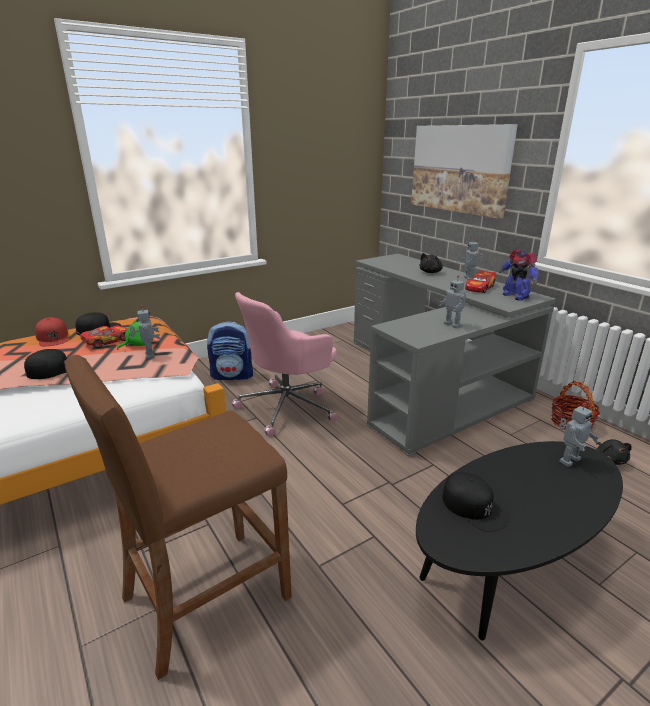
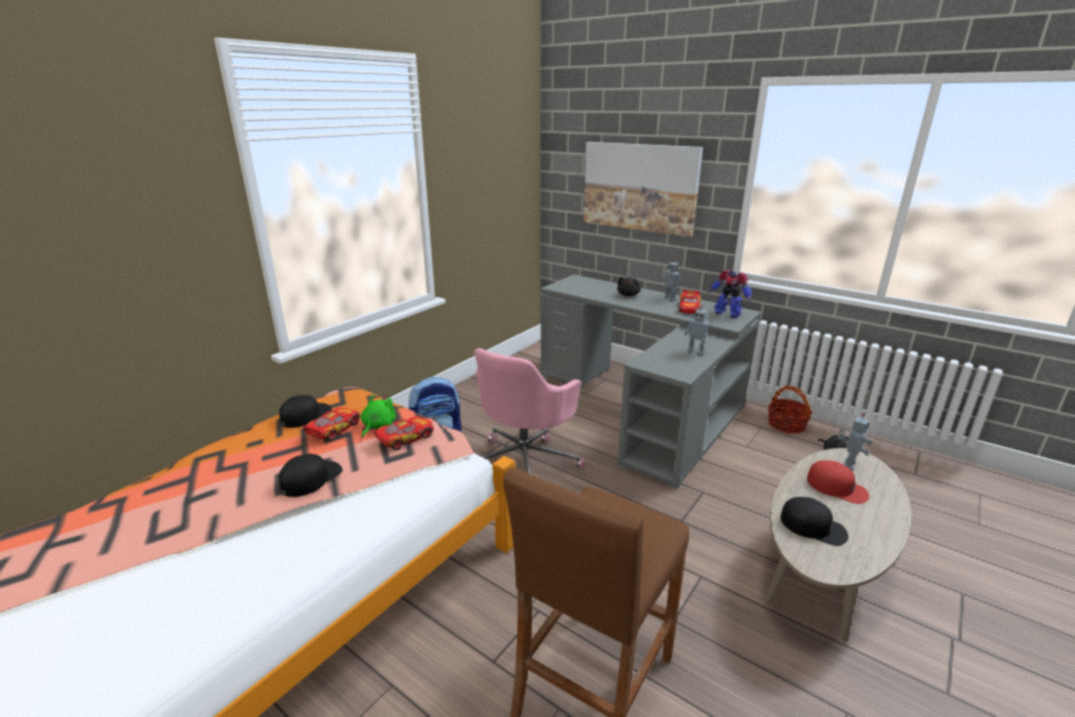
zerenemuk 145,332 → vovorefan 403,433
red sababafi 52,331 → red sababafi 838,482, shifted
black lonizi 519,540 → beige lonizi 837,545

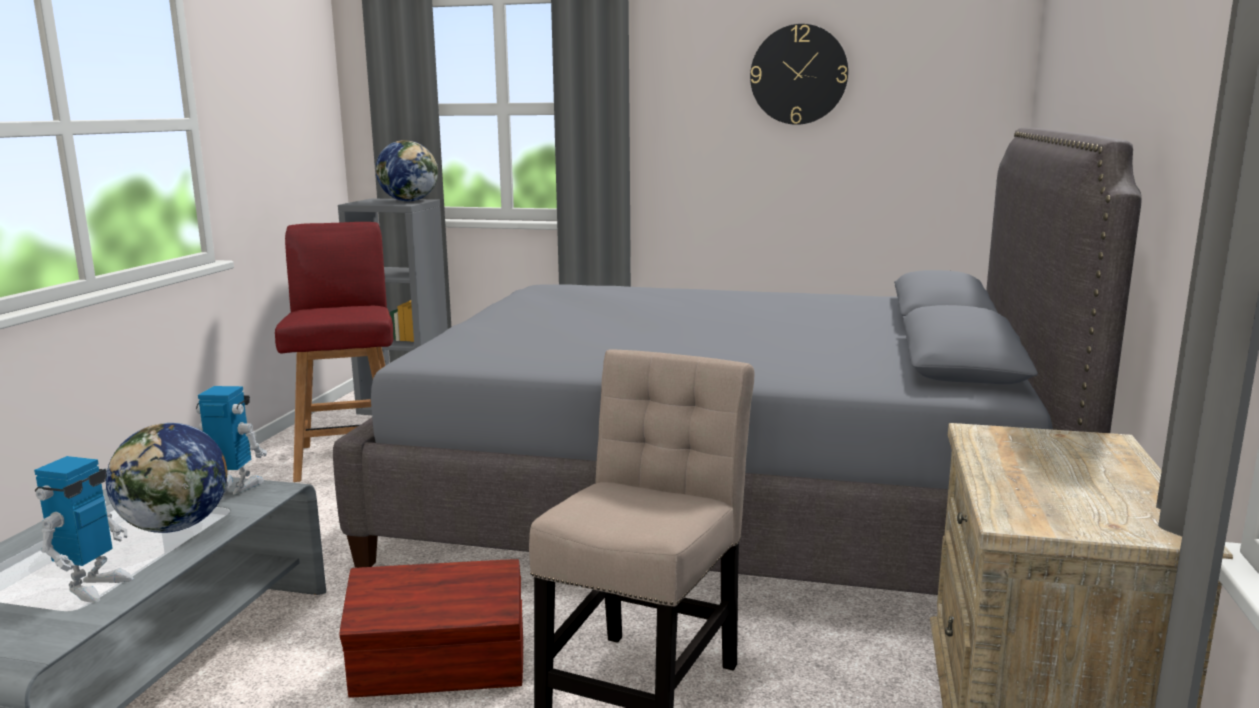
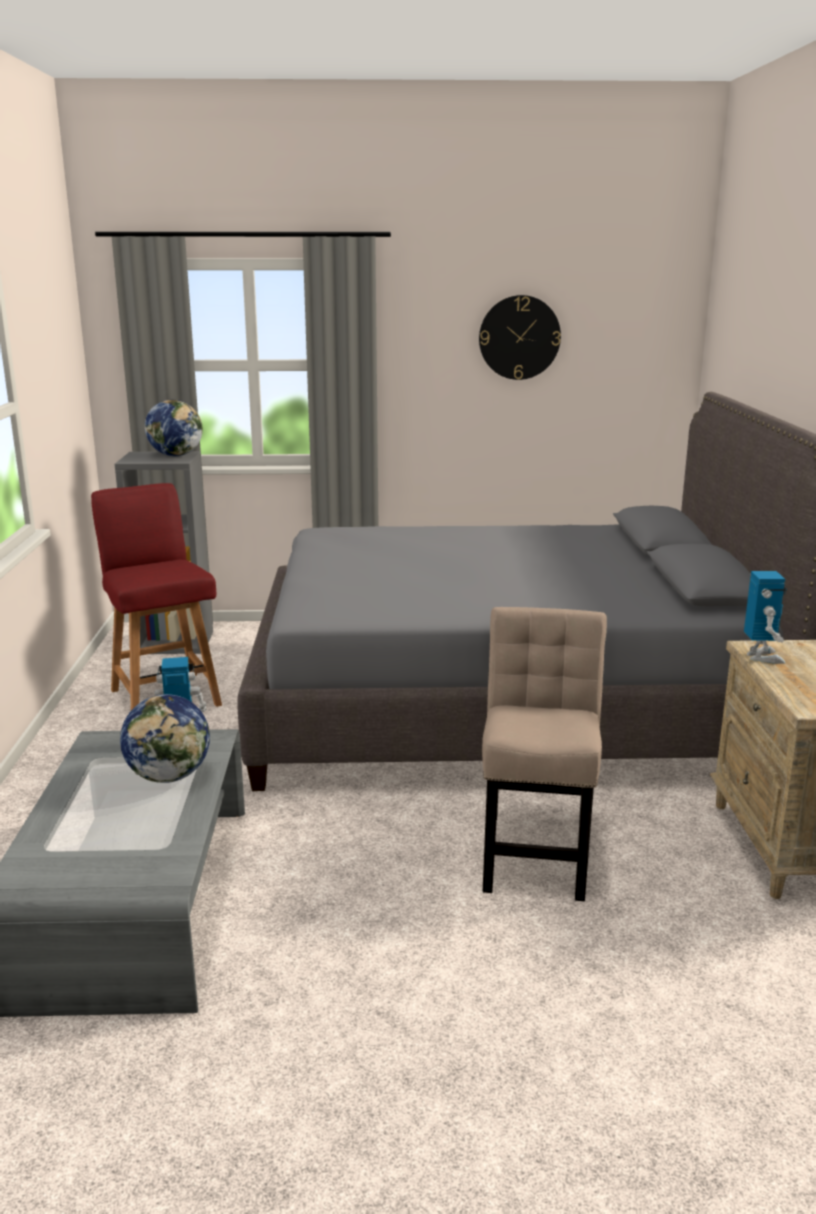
zerenemuk 84,529 → zerenemuk 765,617, shifted
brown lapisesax 431,628 → -

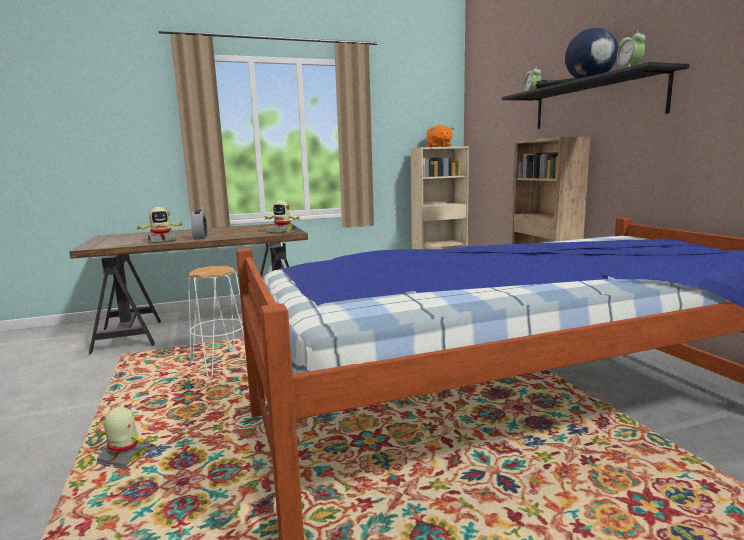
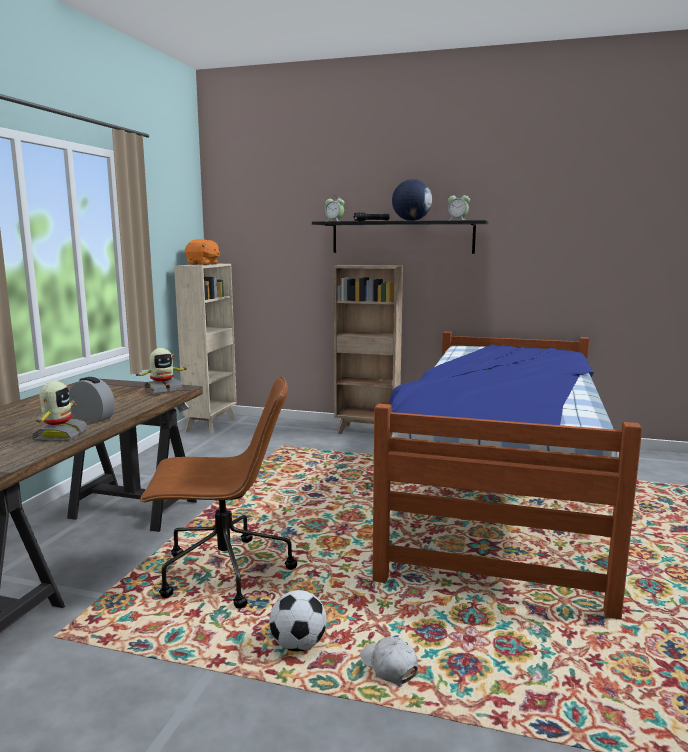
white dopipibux 216,321 → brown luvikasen 218,492
zerenemuk 124,438 → white sababafi 389,660
- → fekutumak 298,620

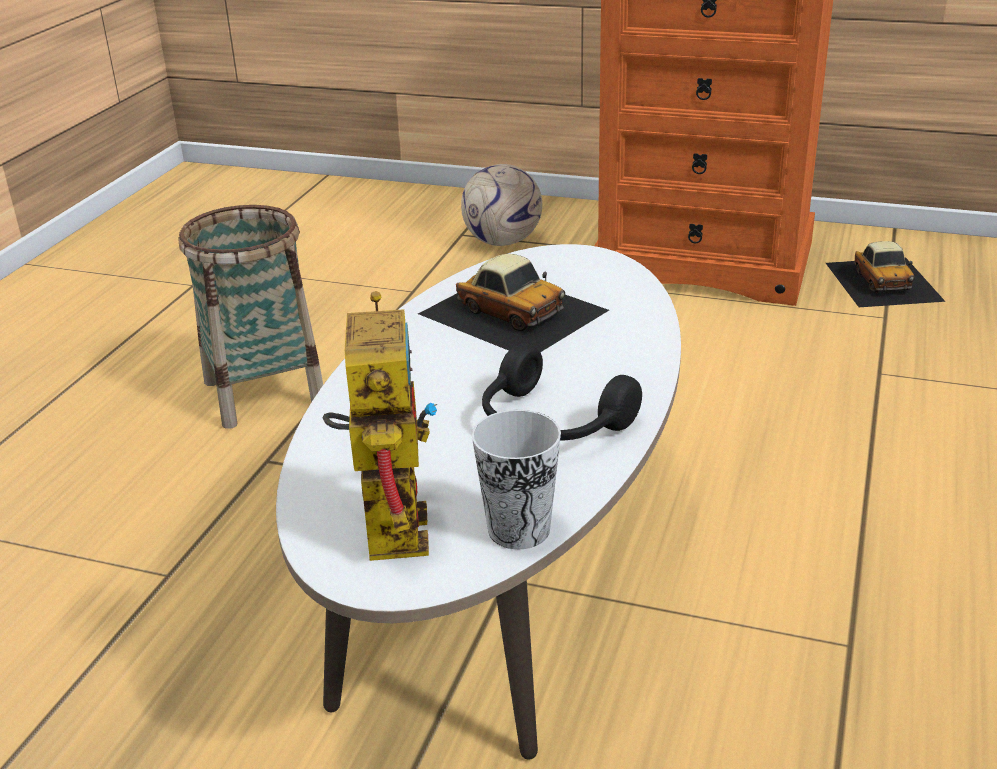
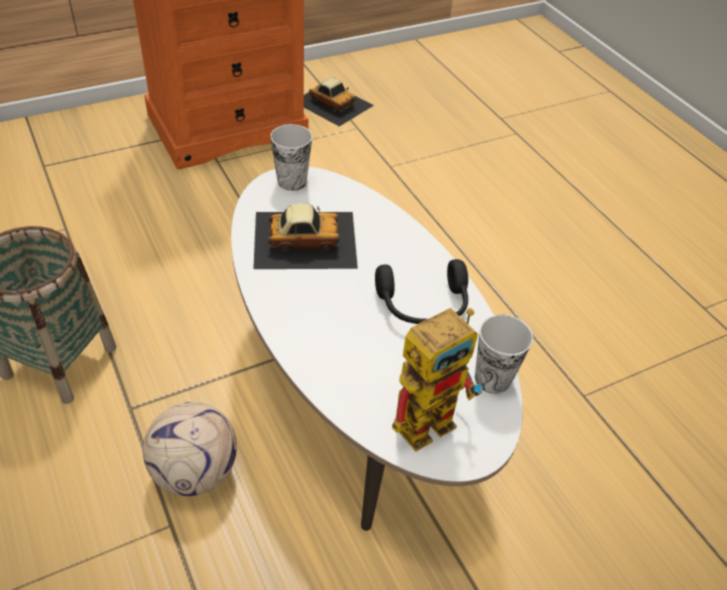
fekutumak 501,205 → fekutumak 190,449, shifted
zerenemuk 380,426 → zerenemuk 437,379, 105 degrees clockwise
- → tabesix 291,157

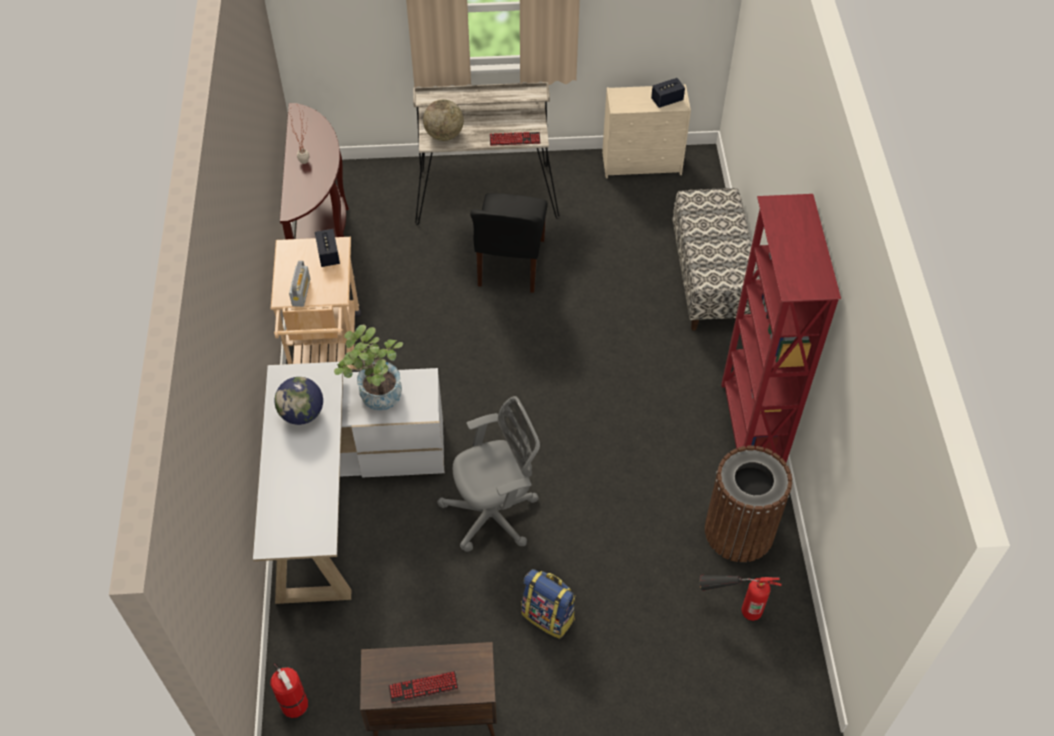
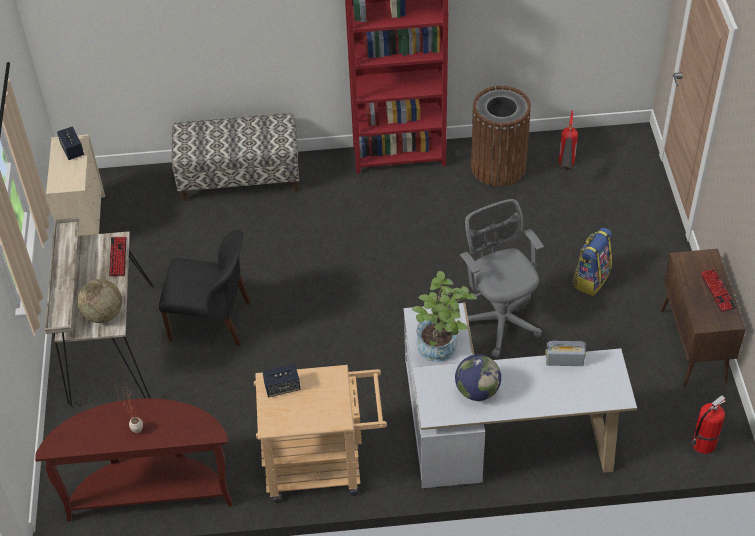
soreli 299,284 → soreli 566,353, shifted

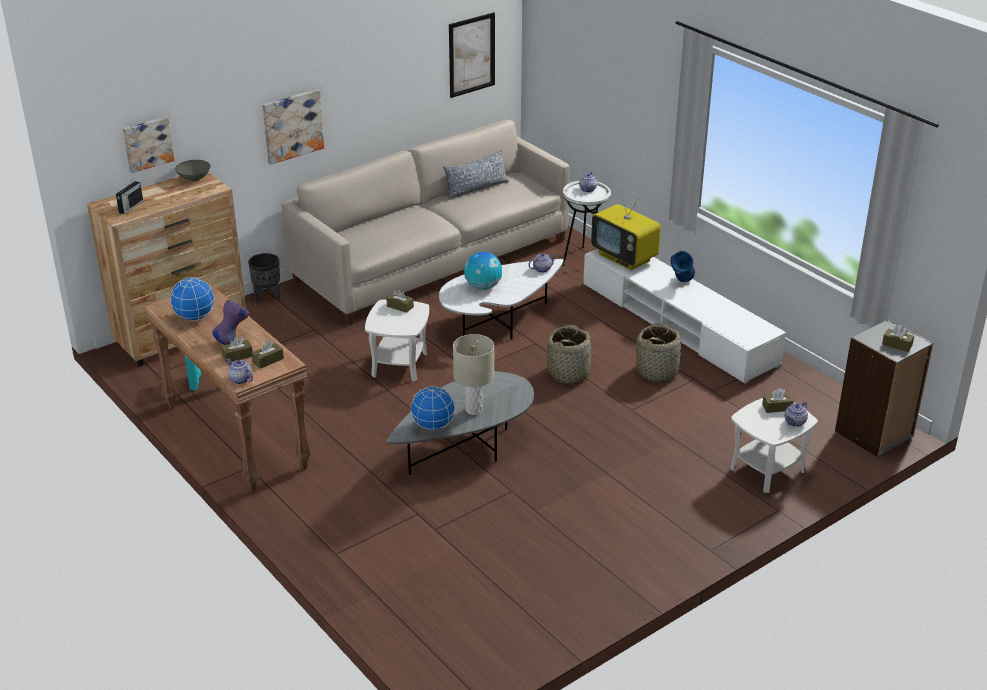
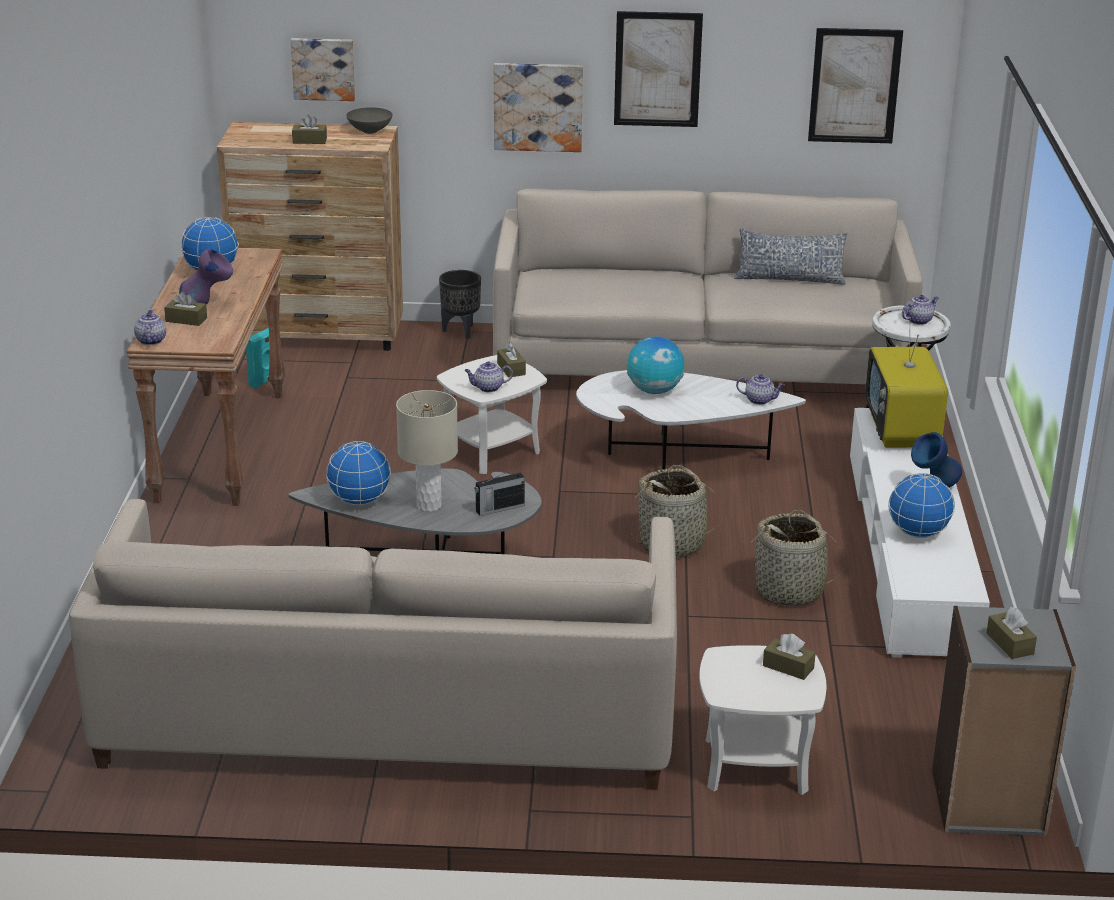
soreli 129,197 → soreli 500,492, shifted
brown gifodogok 267,355 → brown gifodogok 309,129, shifted
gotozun 796,414 → gotozun 488,377, shifted
- → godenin 658,69
- → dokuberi 921,505
- → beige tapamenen 373,644

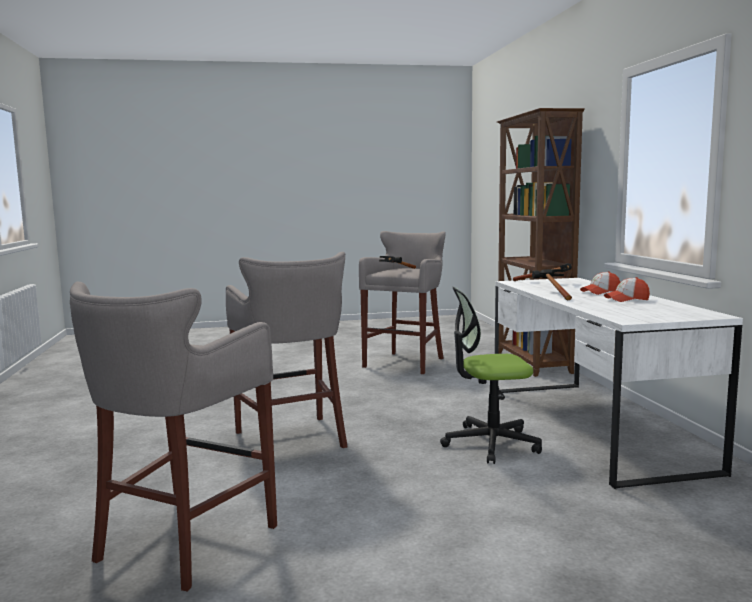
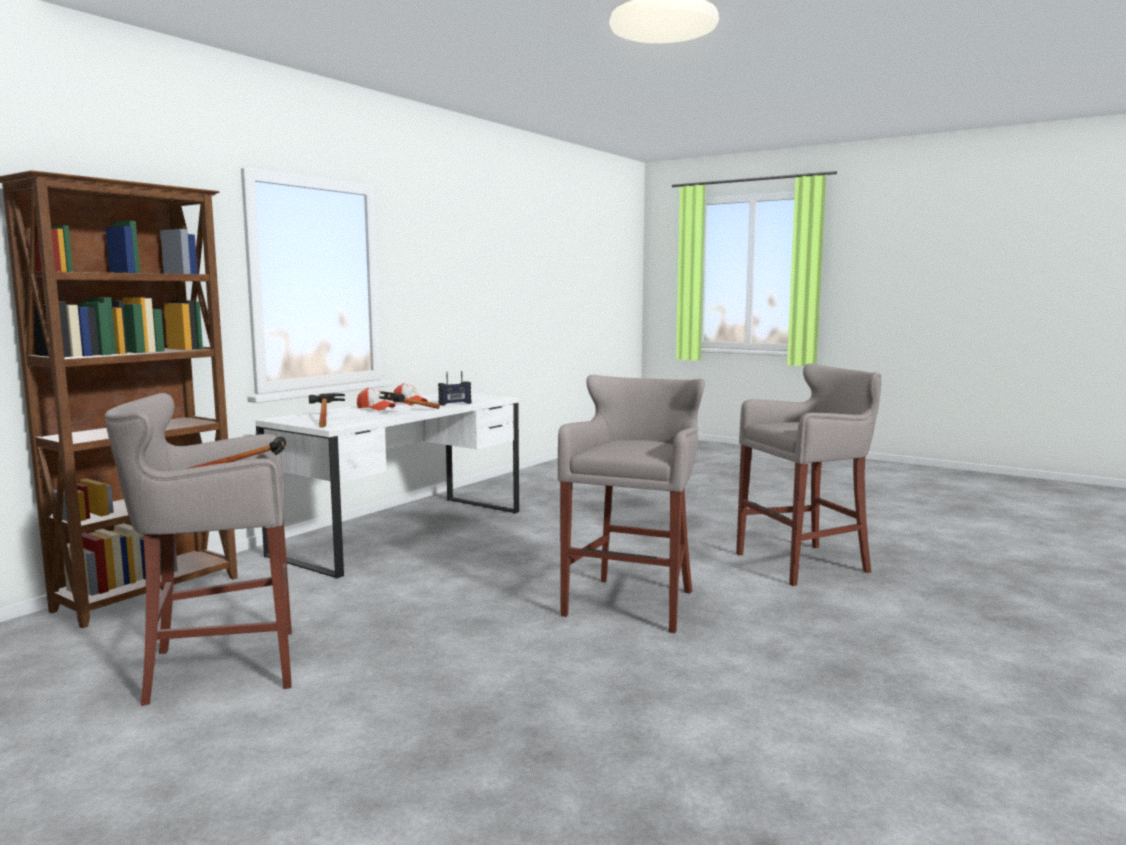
luvikasen 491,375 → -
- → soreli 454,388

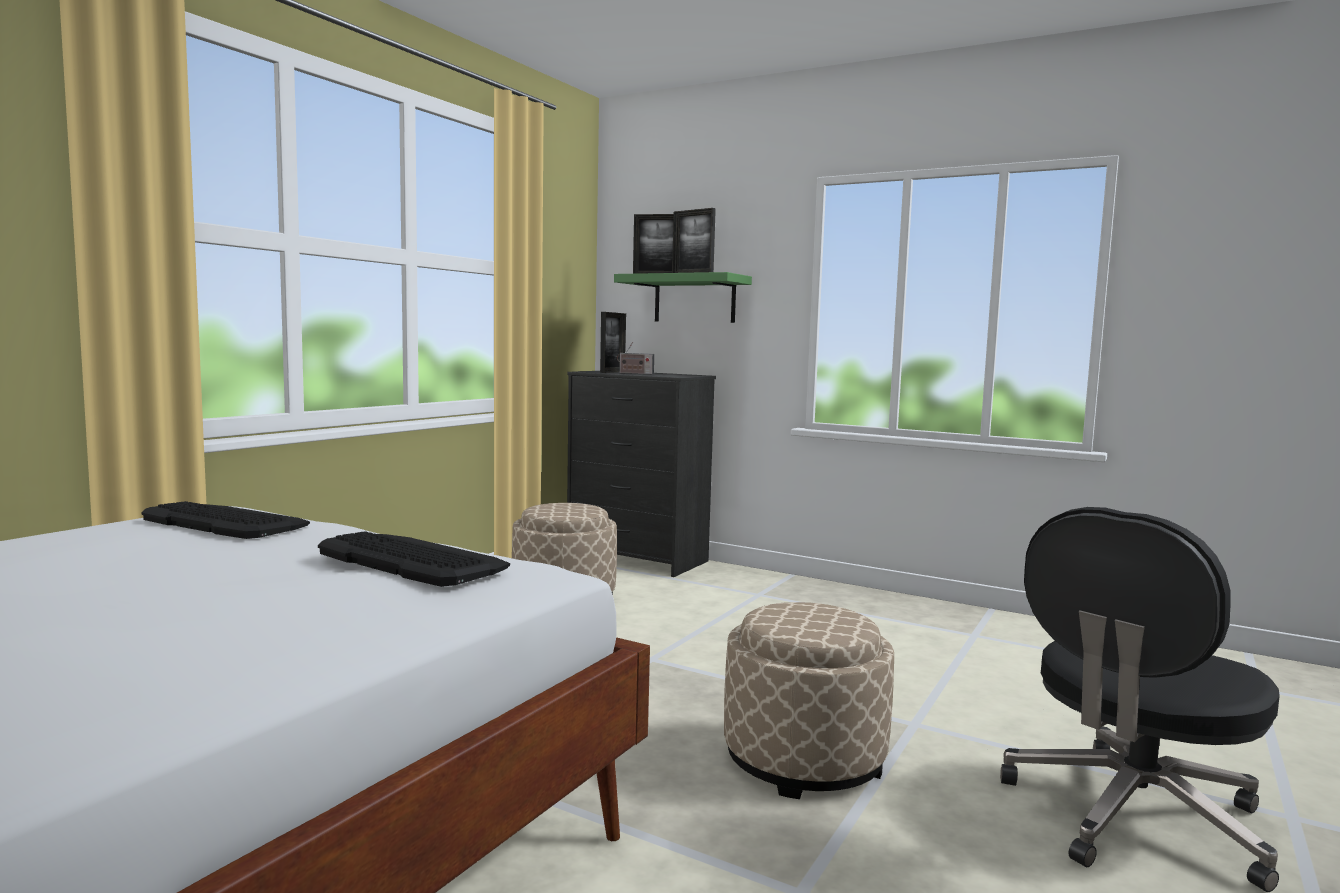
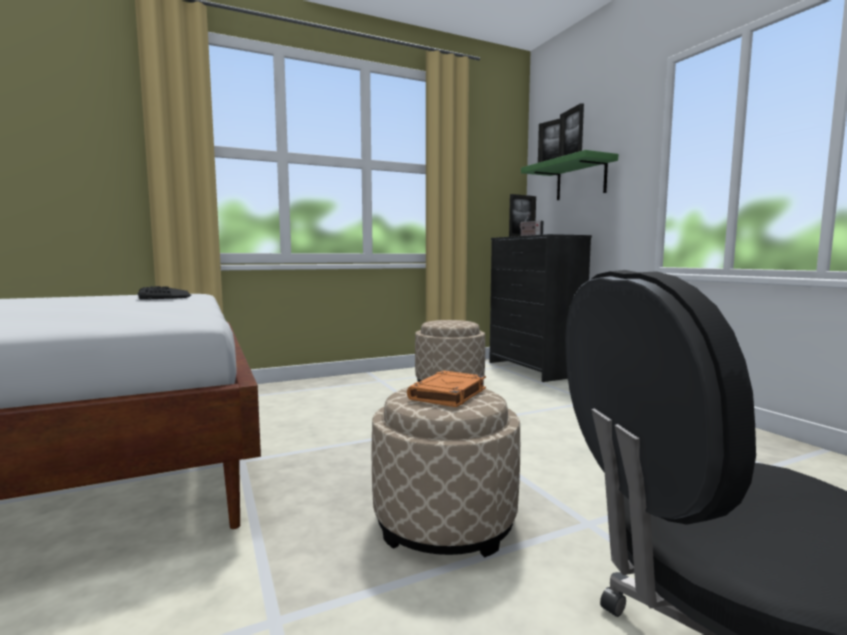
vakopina 414,559 → -
- → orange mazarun 446,389

